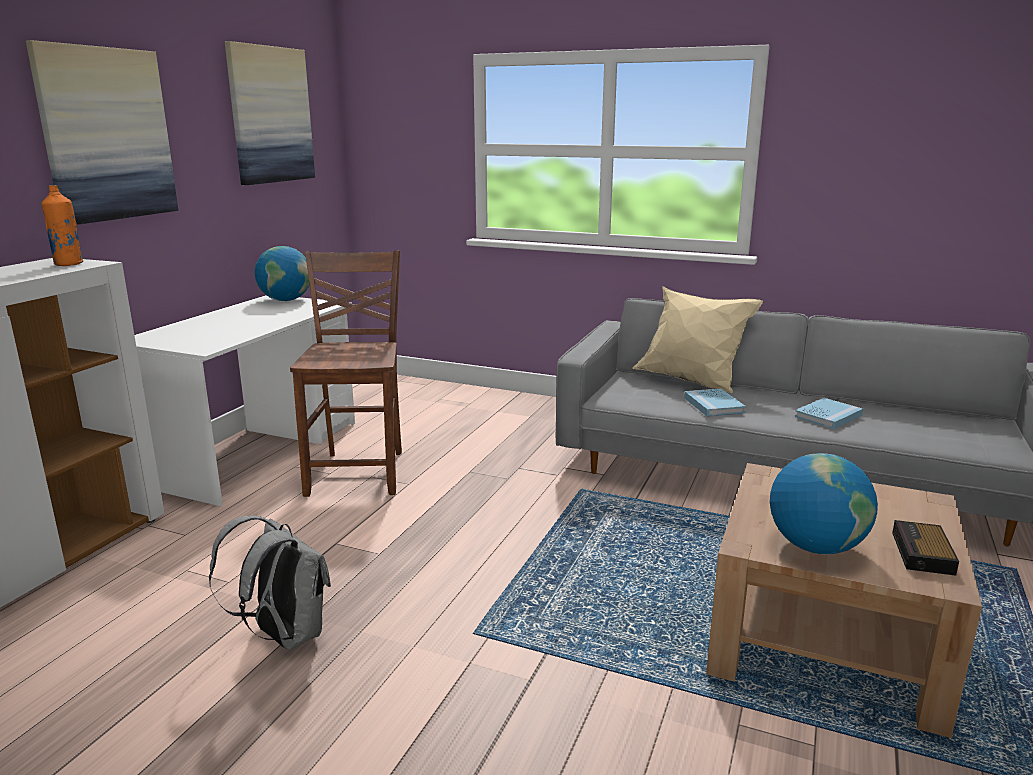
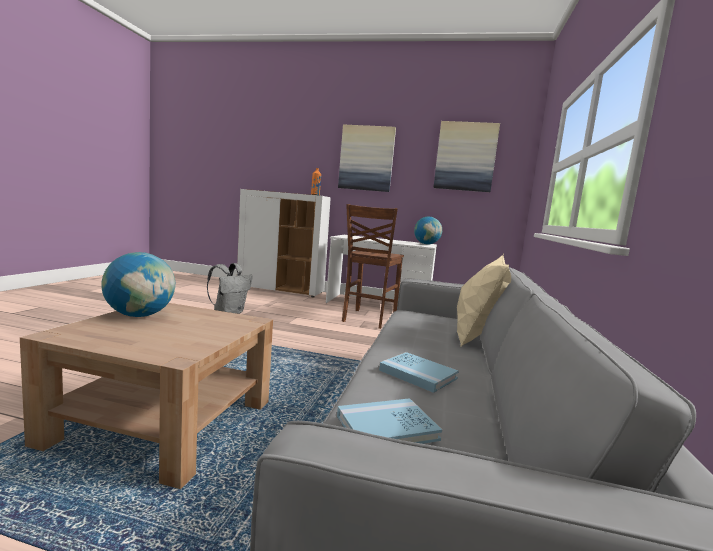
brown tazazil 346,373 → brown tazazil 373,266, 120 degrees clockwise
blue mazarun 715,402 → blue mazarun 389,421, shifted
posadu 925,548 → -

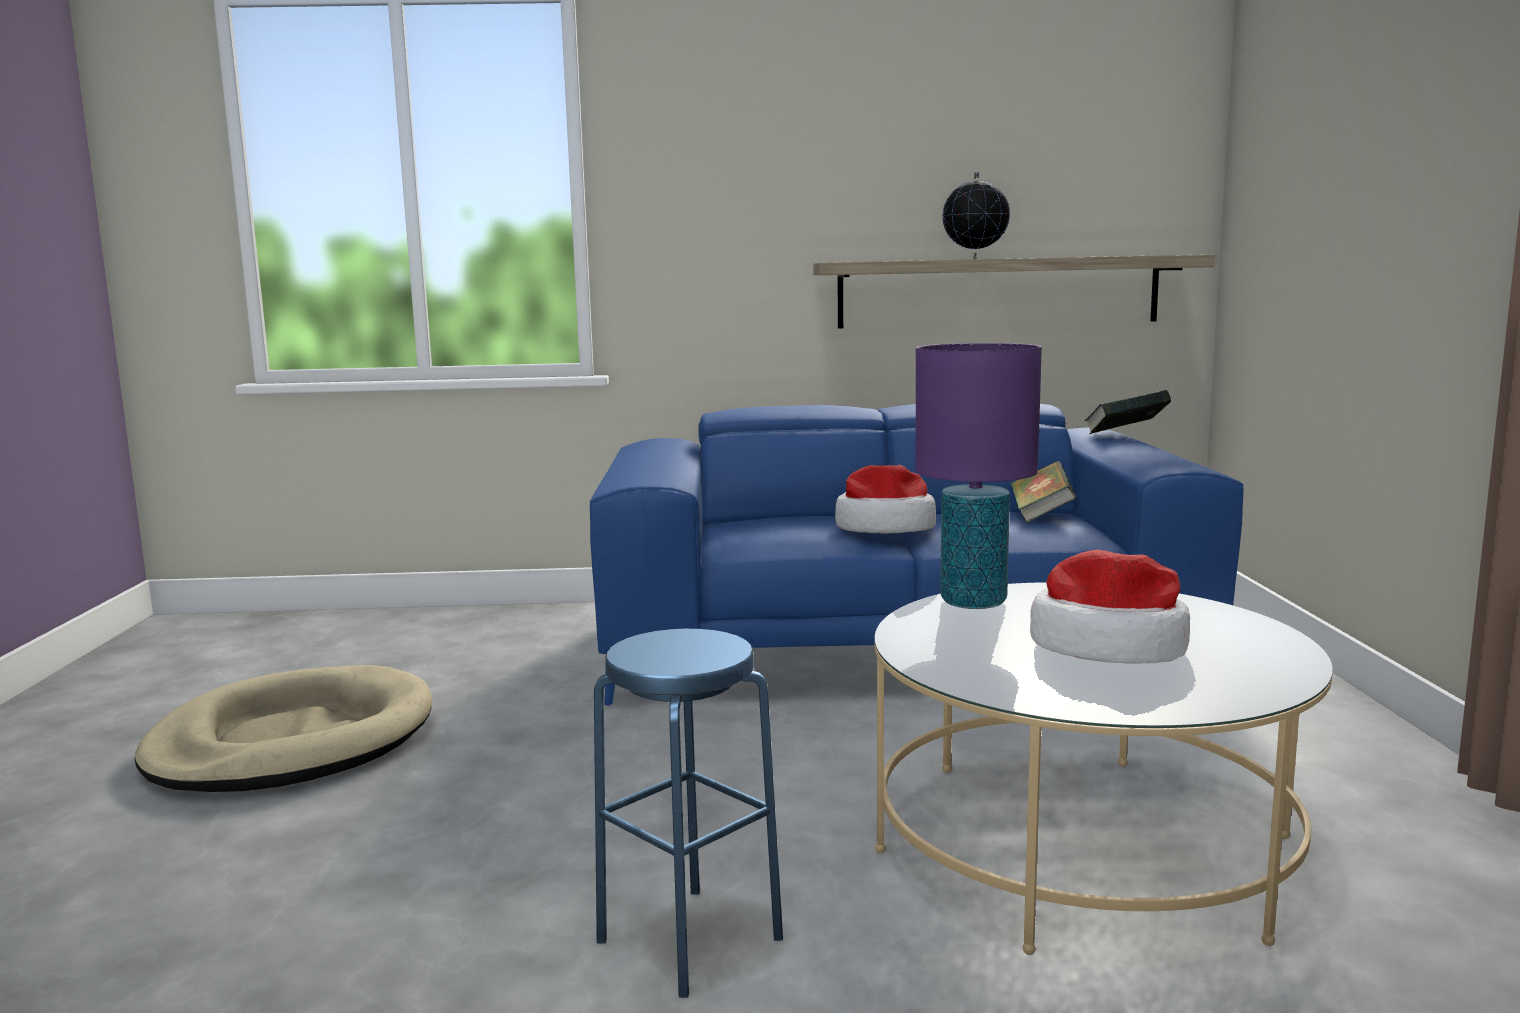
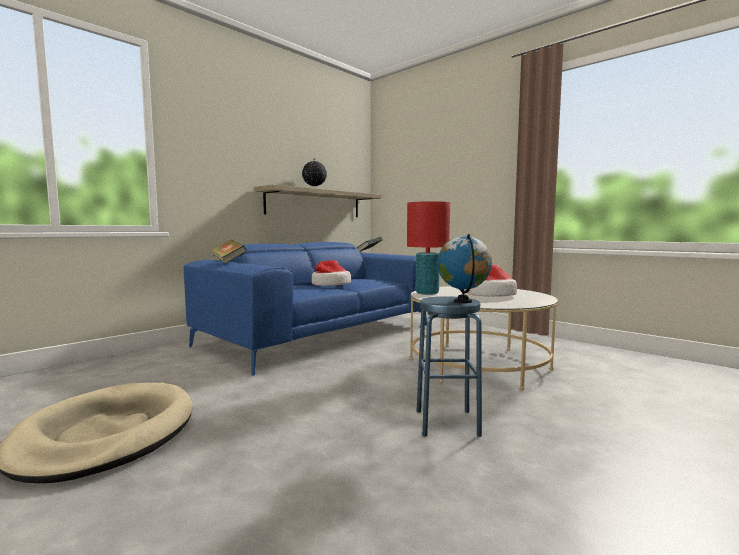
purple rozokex 978,476 → red rozokex 428,248
mazarun 1043,492 → mazarun 228,251, shifted
- → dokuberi 464,268

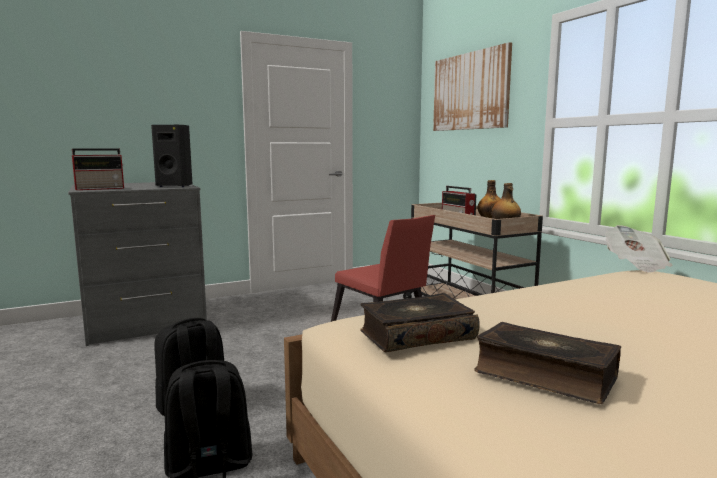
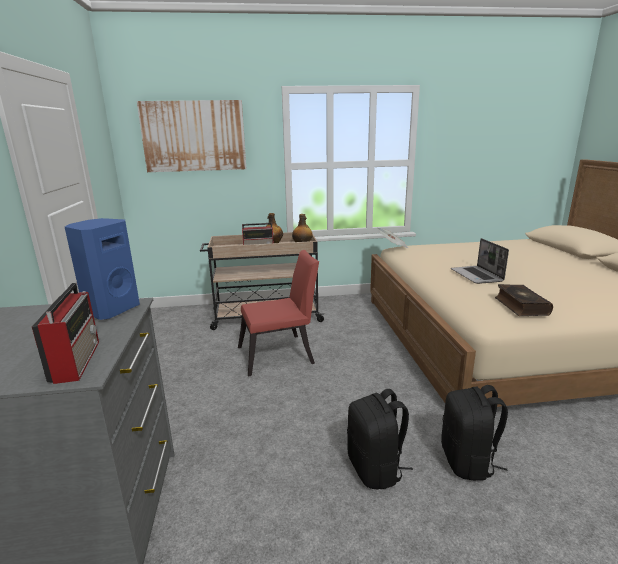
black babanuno 171,156 → blue babanuno 102,269
mazarun 547,363 → -
- → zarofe 480,261

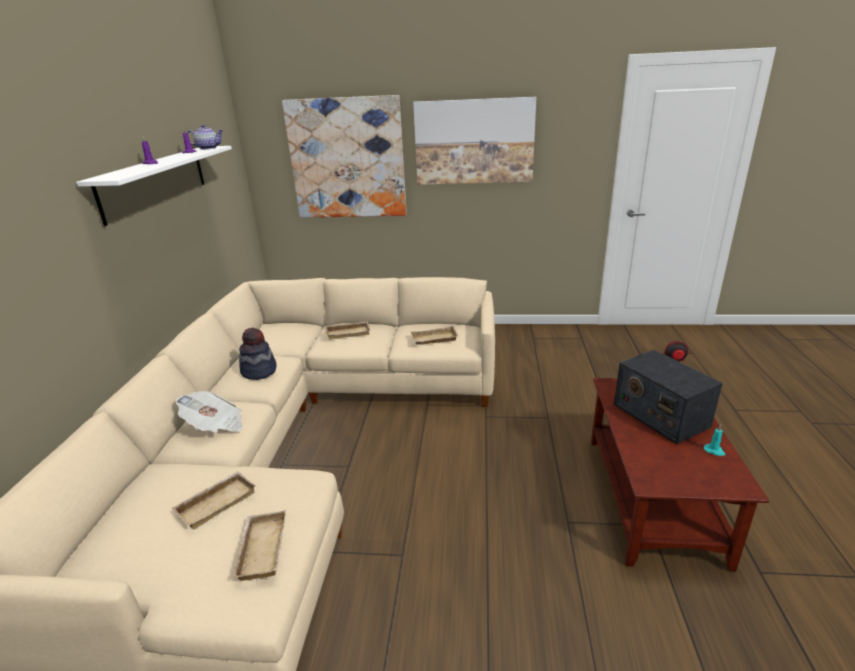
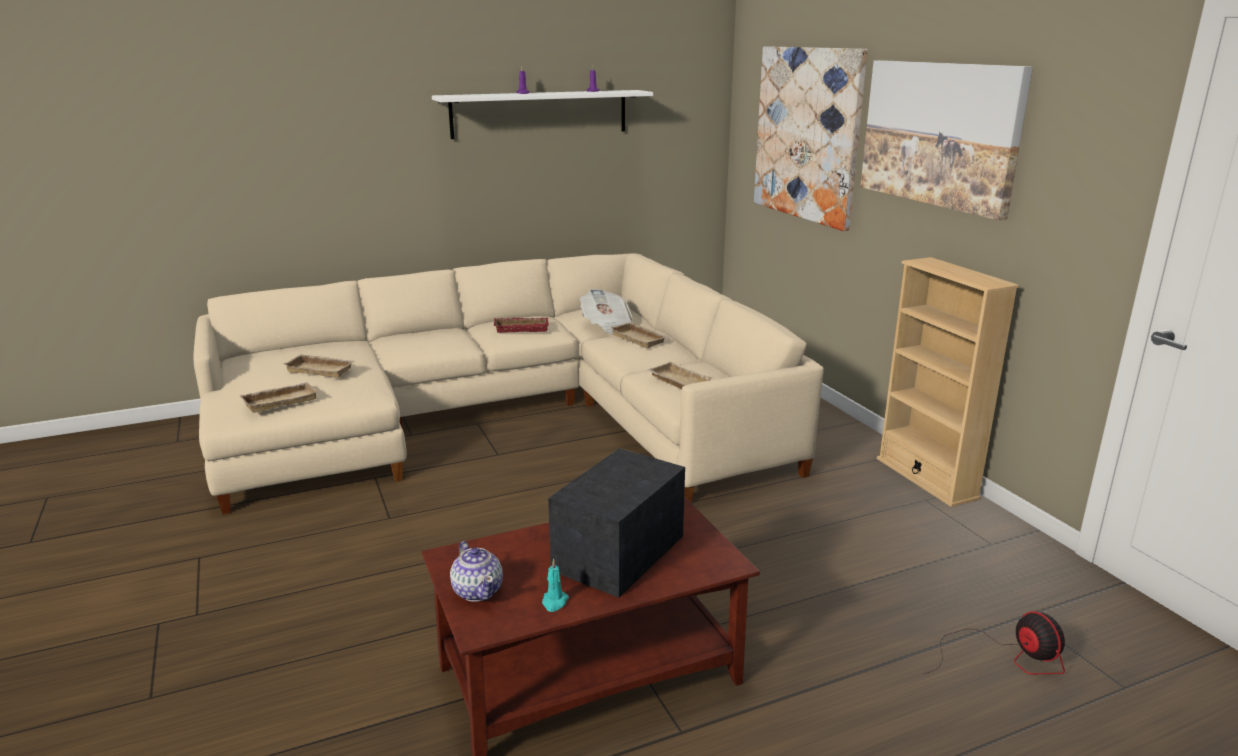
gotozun 205,137 → gotozun 476,571, shifted
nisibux 257,354 → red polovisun 521,325
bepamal 209,412 → bepamal 607,312, shifted
- → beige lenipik 948,382

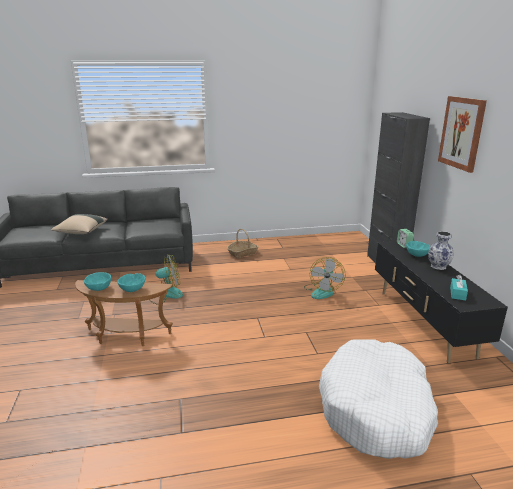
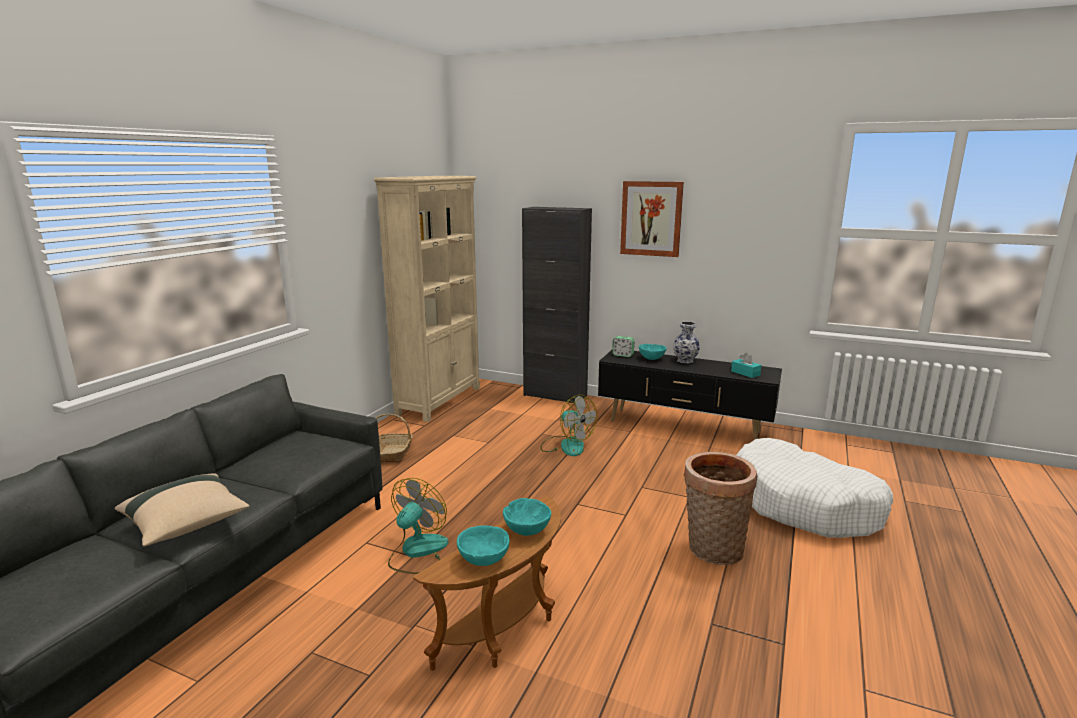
- → beige lenipik 427,299
- → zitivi 720,508

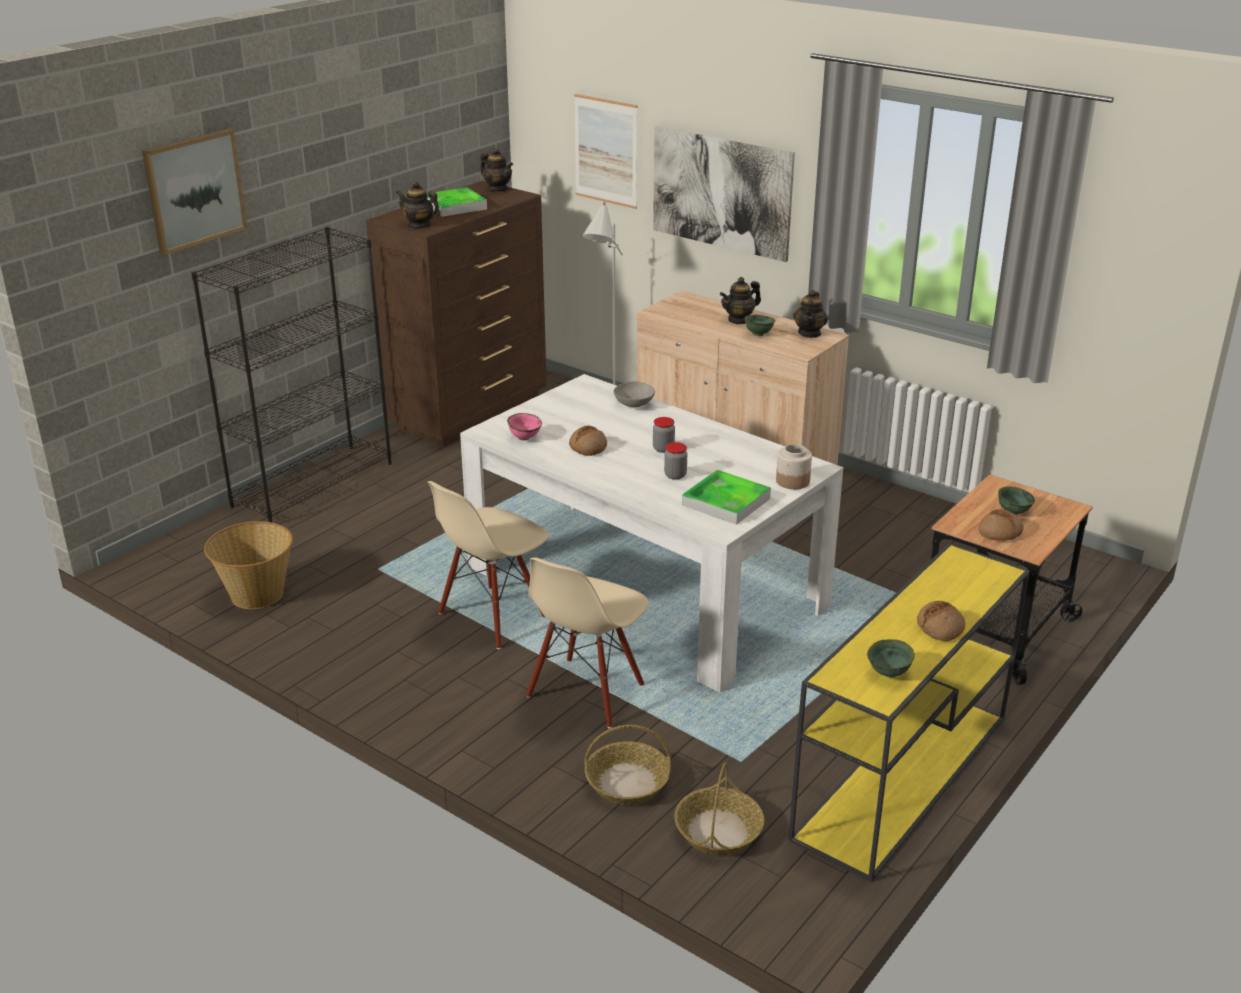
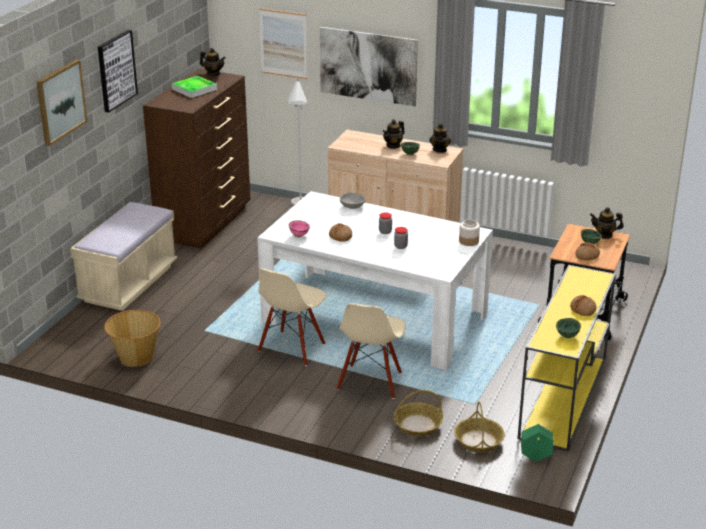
gotozun 418,205 → gotozun 607,223, shifted
black lenipik 291,374 → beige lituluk 123,256
polovisun 726,497 → -
- → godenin 118,71
- → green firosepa 537,443

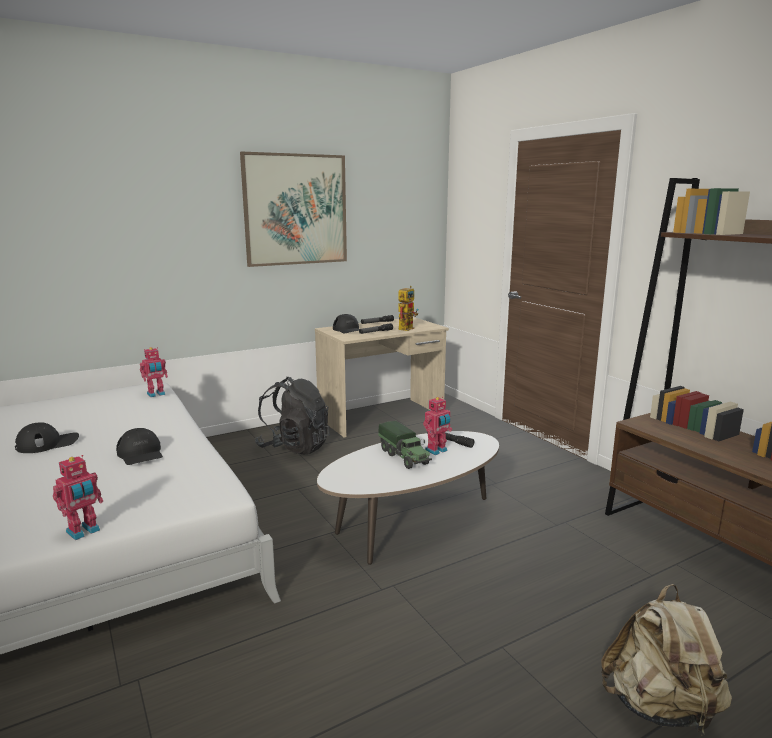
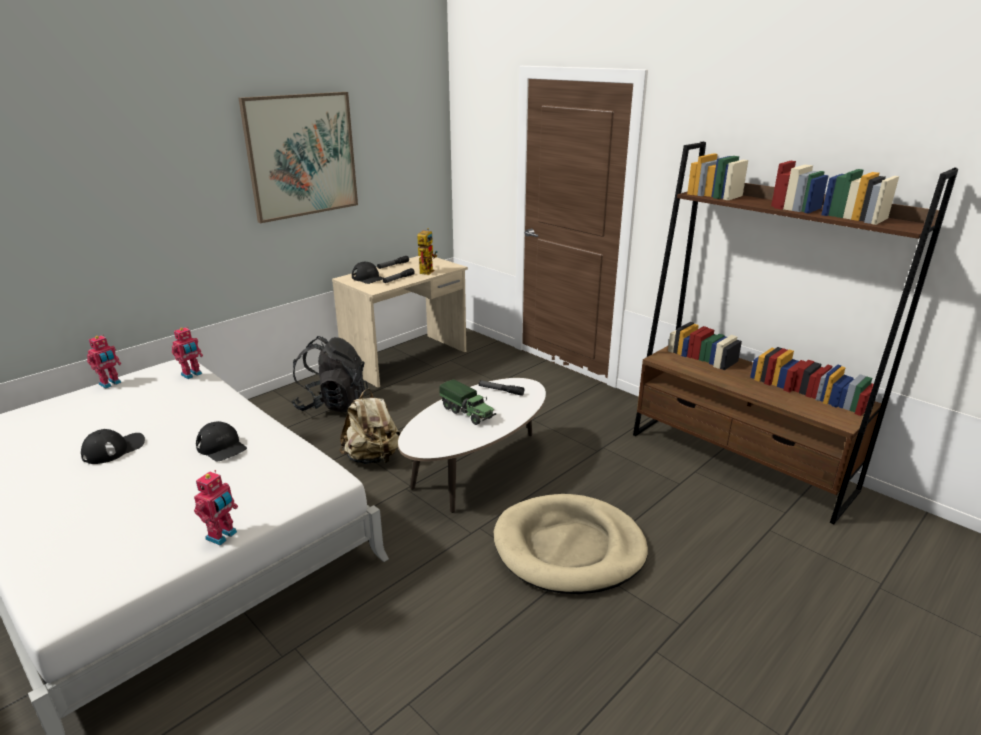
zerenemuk 437,425 → zerenemuk 104,361, shifted
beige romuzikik 666,658 → beige romuzikik 370,426, shifted
- → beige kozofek 571,544

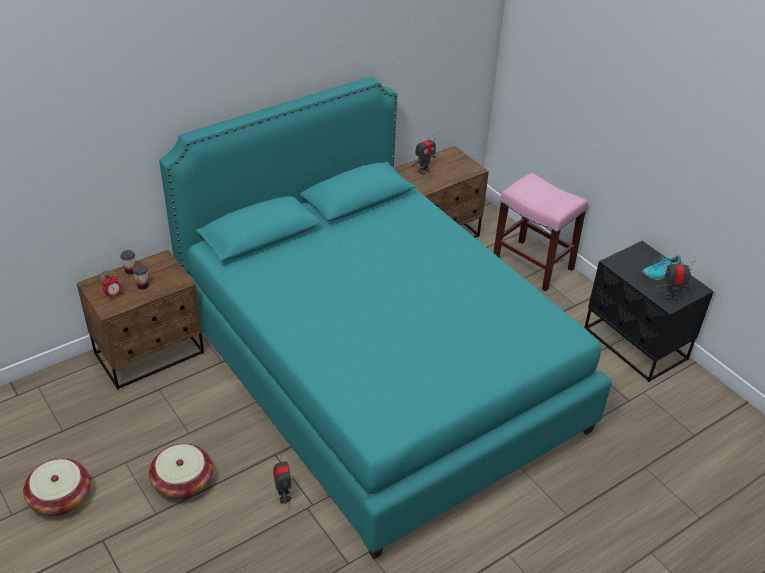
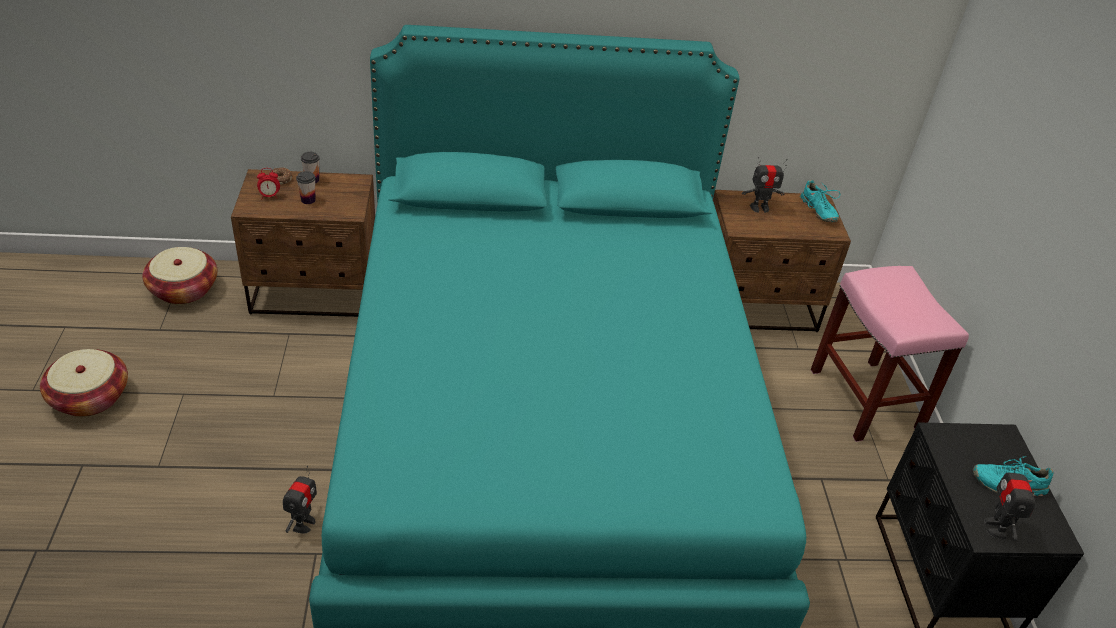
zerenemuk 675,280 → zerenemuk 1009,499, 120 degrees counterclockwise
zitivi 181,471 → zitivi 179,276, shifted
- → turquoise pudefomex 821,201

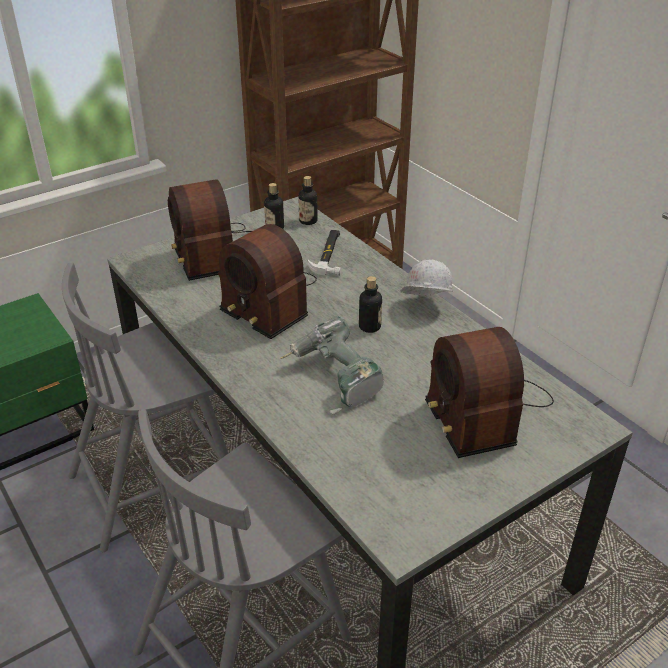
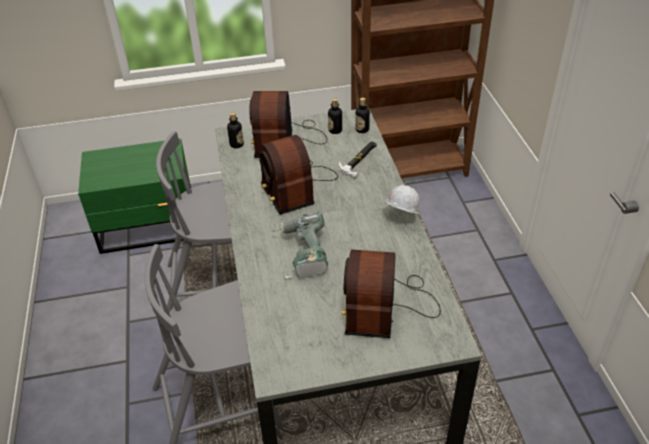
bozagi 370,304 → bozagi 235,130, shifted

